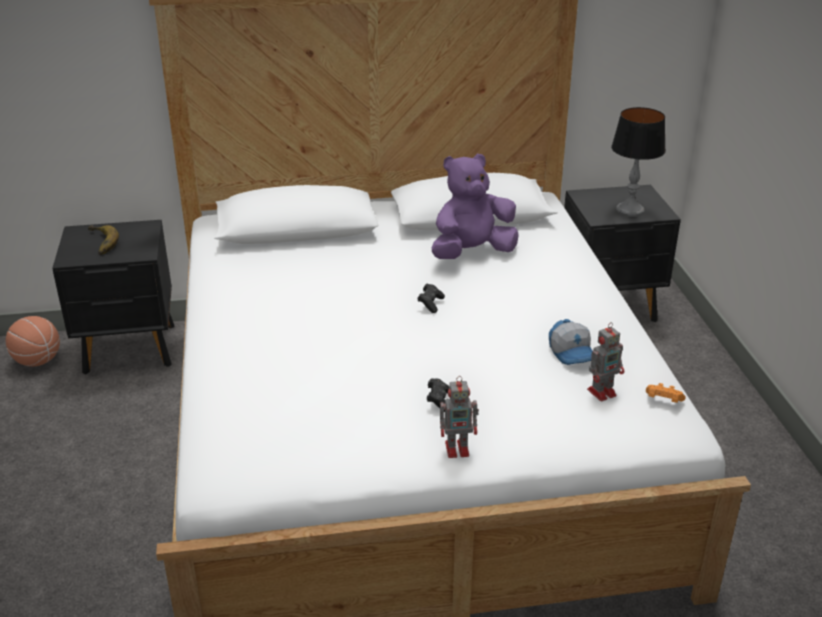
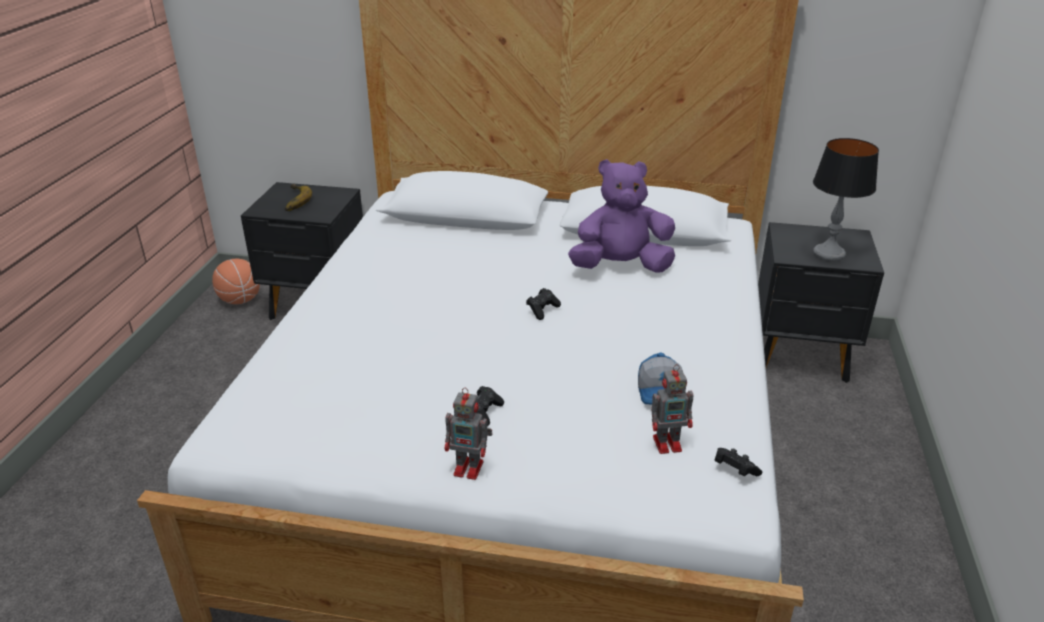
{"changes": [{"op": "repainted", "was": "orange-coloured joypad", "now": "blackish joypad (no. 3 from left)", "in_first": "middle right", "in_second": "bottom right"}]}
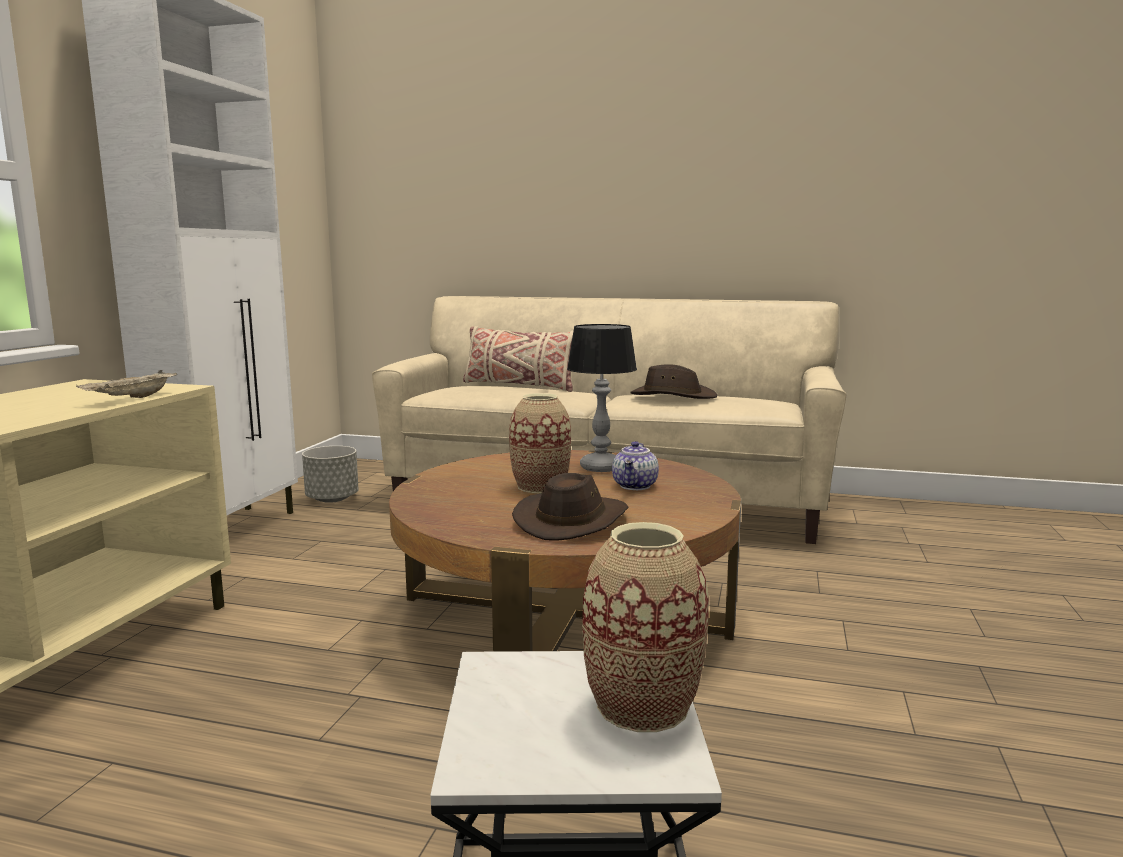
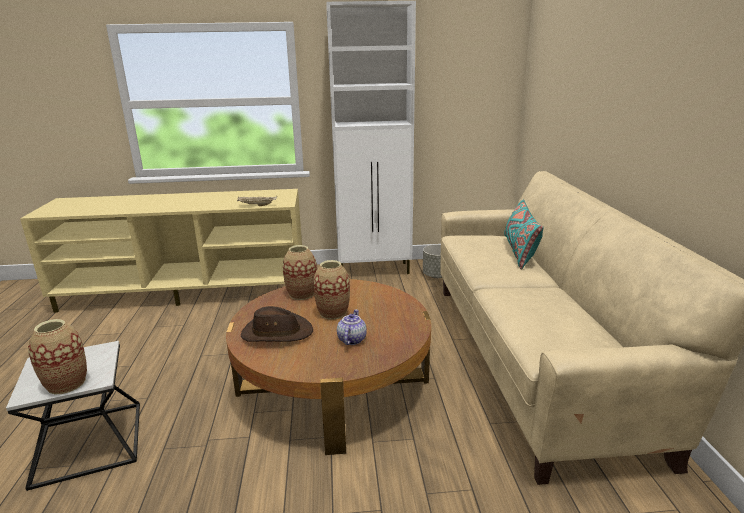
{"changes": [{"op": "gone", "was": "table lamp", "in_first": "centre"}, {"op": "repainted", "was": "beige-coloured throw pillow", "now": "turquoise throw pillow", "in_first": "centre", "in_second": "middle right"}, {"op": "gone", "was": "brown clothing hat (no. 2 from left)", "in_first": "centre"}, {"op": "rotated", "was": "tea pot", "in_first": "centre", "in_second": "centre", "clockwise": 105}, {"op": "new", "now": "decorative vase (no. 2 from left)", "in_second": "centre"}]}
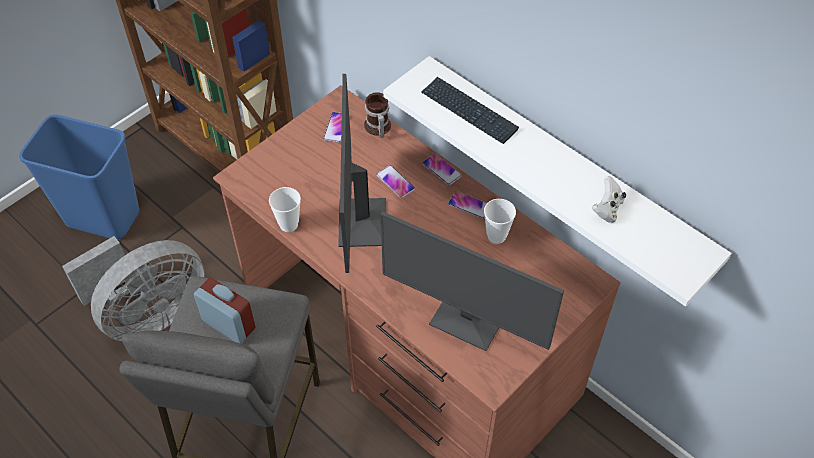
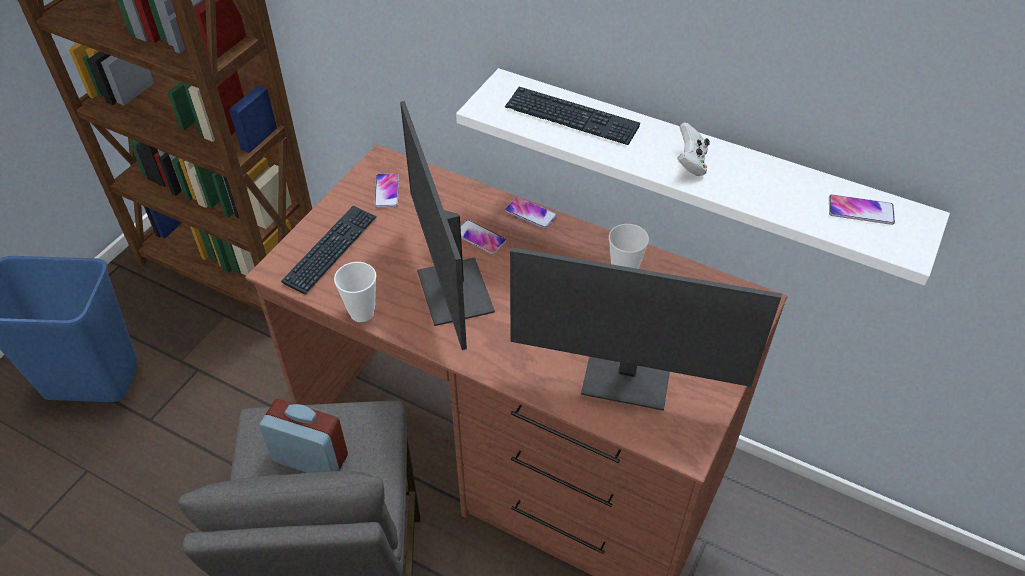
{"changes": [{"op": "gone", "was": "tea mug", "in_first": "top centre"}, {"op": "shifted", "was": "whitish joypad", "in_first": "middle right", "in_second": "top right"}, {"op": "shifted", "was": "phone (no. 4 from left)", "in_first": "centre", "in_second": "middle right"}, {"op": "gone", "was": "greyish electric fan", "in_first": "middle left"}, {"op": "new", "now": "computer keyboard (no. 1 from left)", "in_second": "middle left"}]}
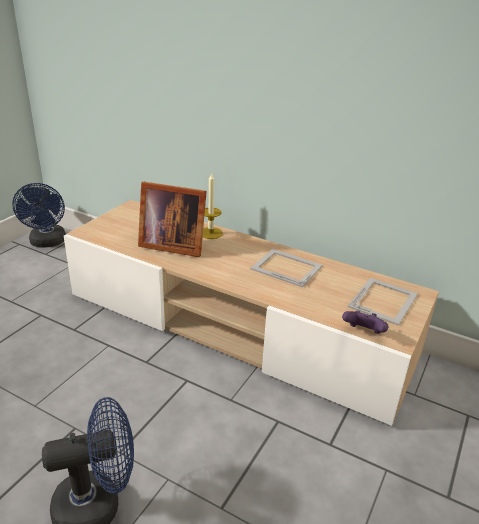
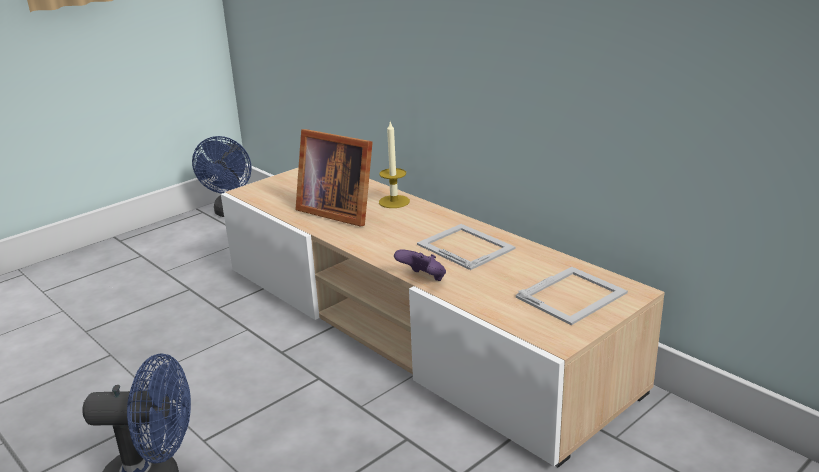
{"changes": [{"op": "shifted", "was": "purplish joypad", "in_first": "middle right", "in_second": "centre"}]}
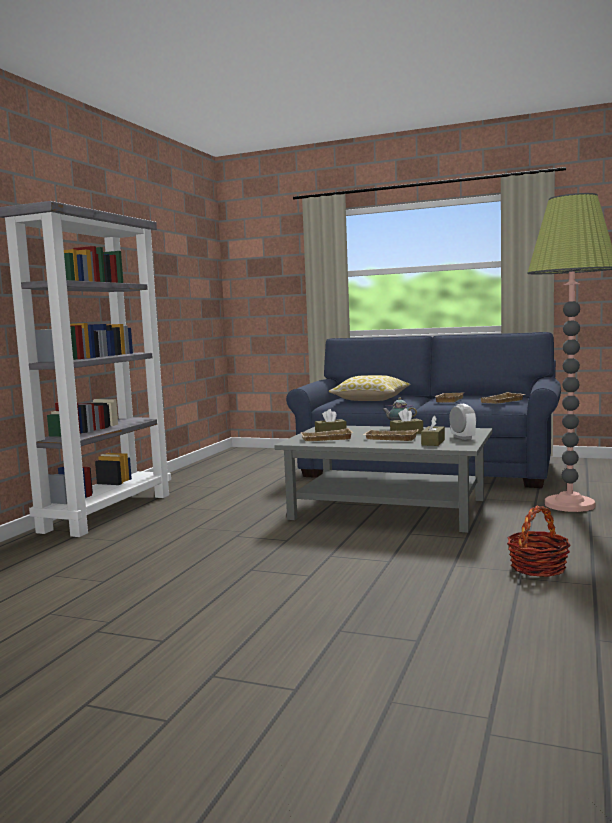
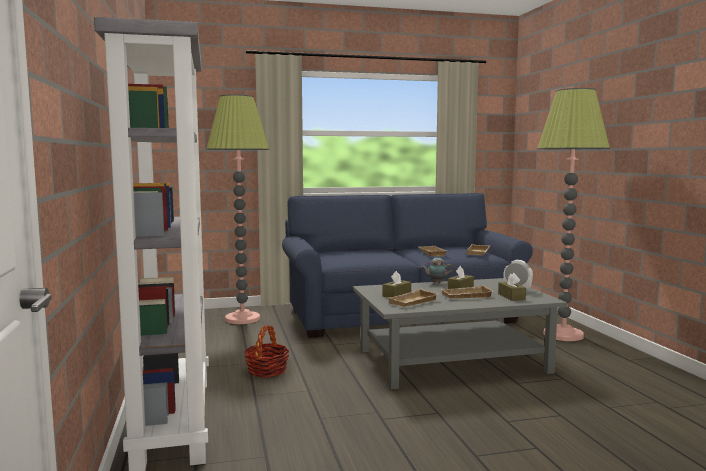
{"changes": [{"op": "gone", "was": "throw pillow", "in_first": "centre"}, {"op": "shifted", "was": "basket", "in_first": "middle right", "in_second": "bottom centre"}, {"op": "new", "now": "floor lamp (no. 1 from left)", "in_second": "centre"}]}
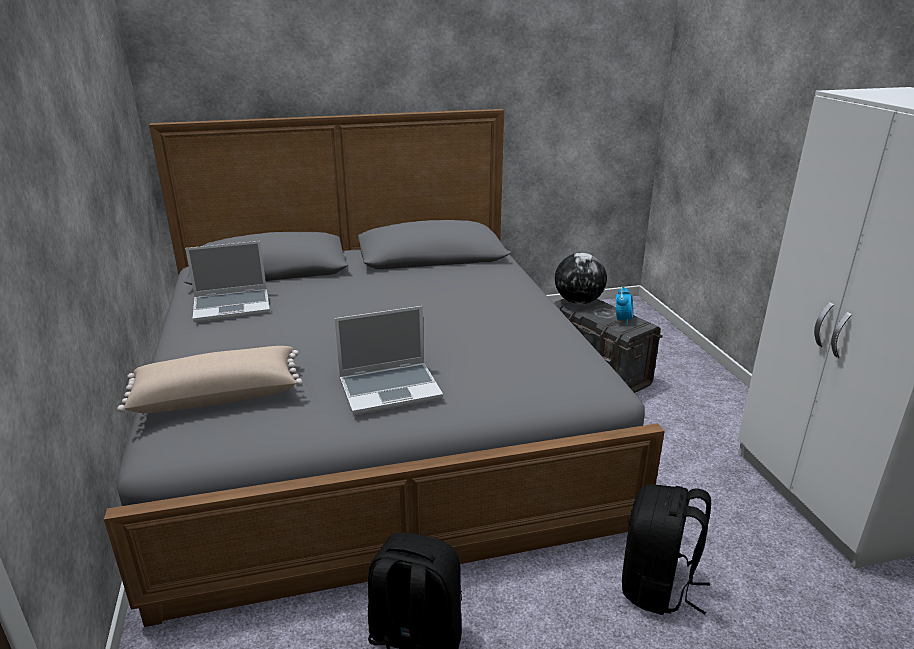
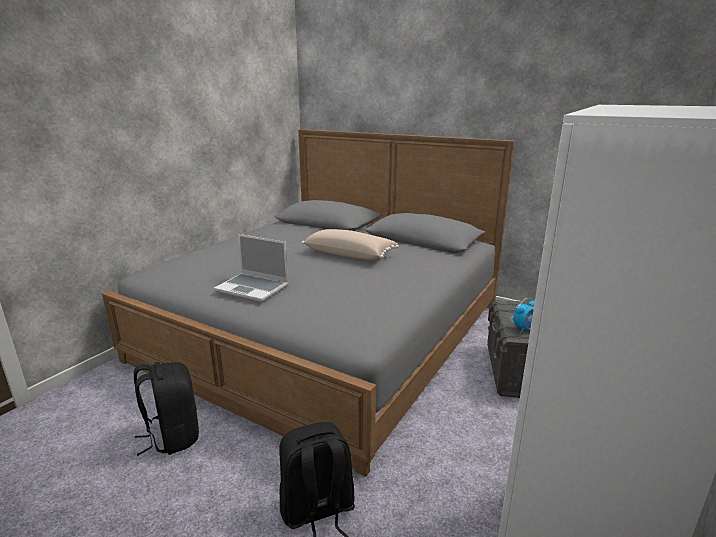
{"changes": [{"op": "gone", "was": "notebook computer (no. 1 from left)", "in_first": "middle left"}, {"op": "gone", "was": "world globe", "in_first": "centre"}, {"op": "shifted", "was": "beige-coloured throw pillow", "in_first": "middle left", "in_second": "centre"}]}
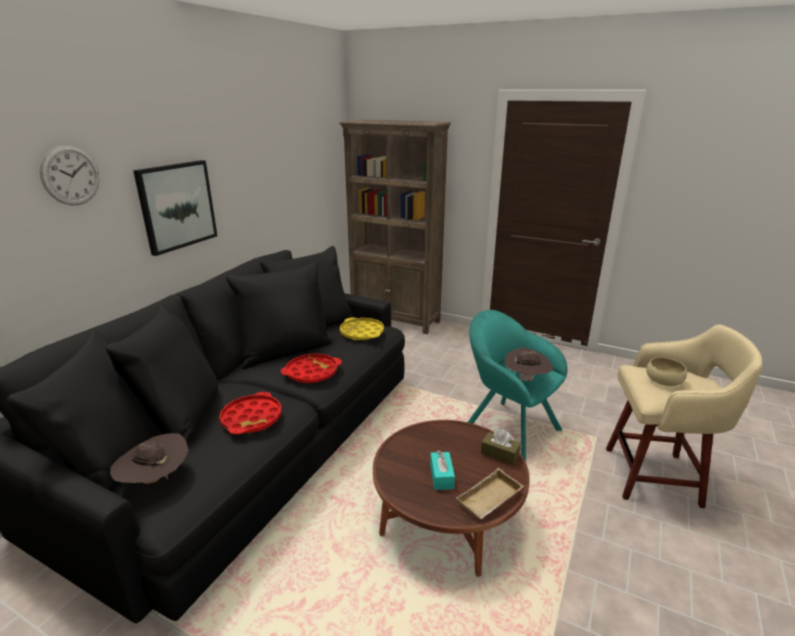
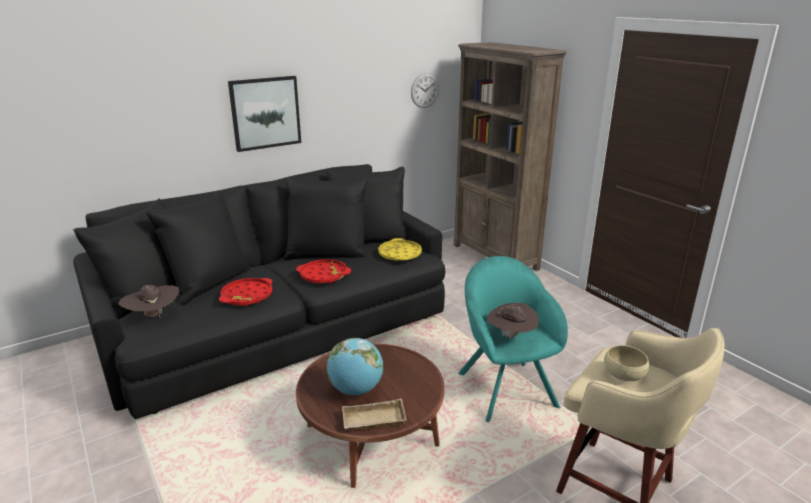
{"changes": [{"op": "shifted", "was": "hanging clock", "in_first": "top left", "in_second": "top centre"}, {"op": "gone", "was": "brown tissue box", "in_first": "bottom centre"}, {"op": "swapped", "was": "turquoise tissue box", "now": "world globe", "in_first": "bottom centre", "in_second": "bottom centre"}]}
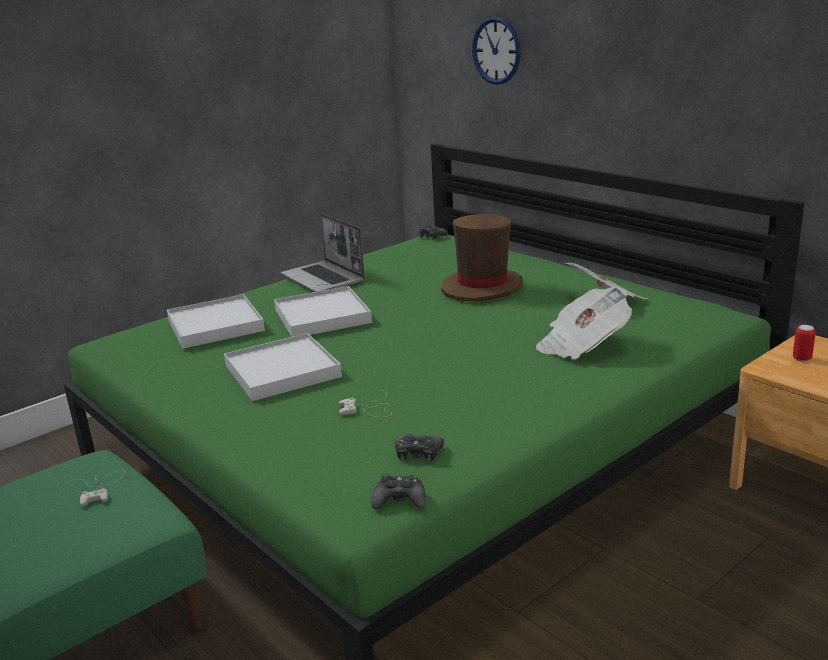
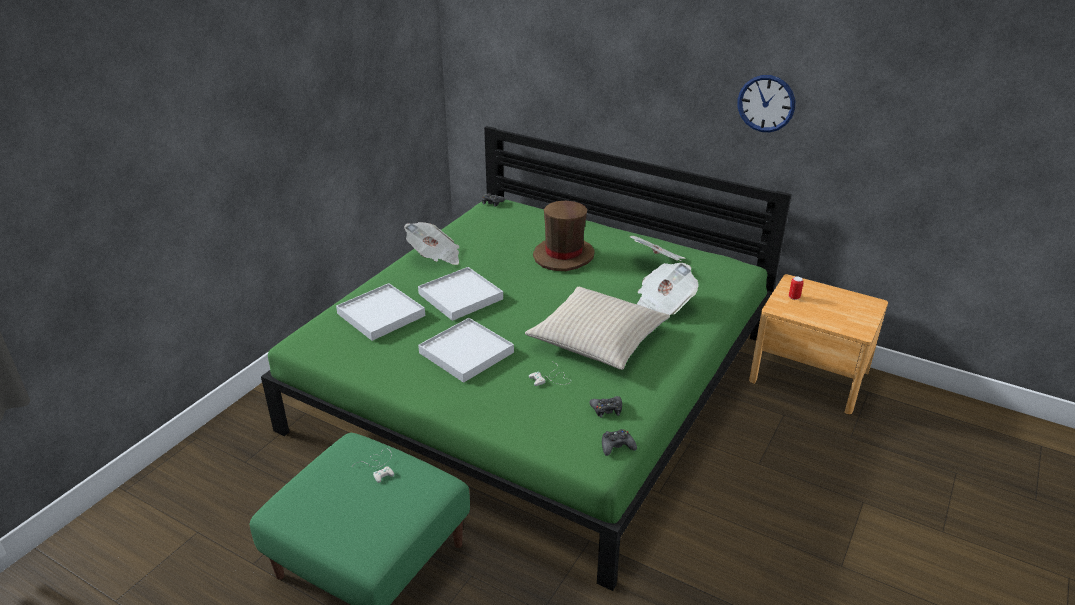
{"changes": [{"op": "shifted", "was": "hanging clock", "in_first": "top centre", "in_second": "top right"}, {"op": "swapped", "was": "notebook computer", "now": "newspaper (no. 1 from left)", "in_first": "centre", "in_second": "centre"}, {"op": "new", "now": "beige-coloured throw pillow", "in_second": "centre"}]}
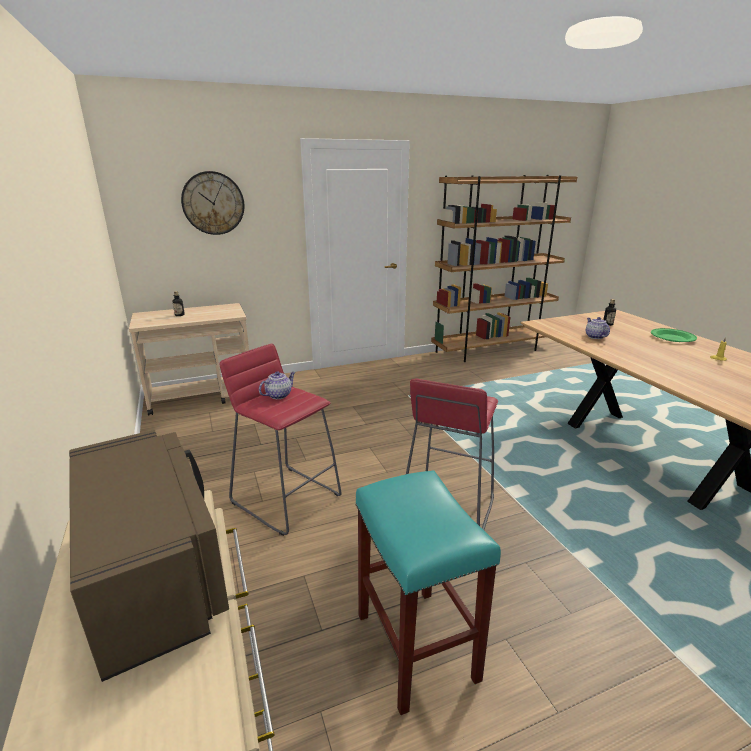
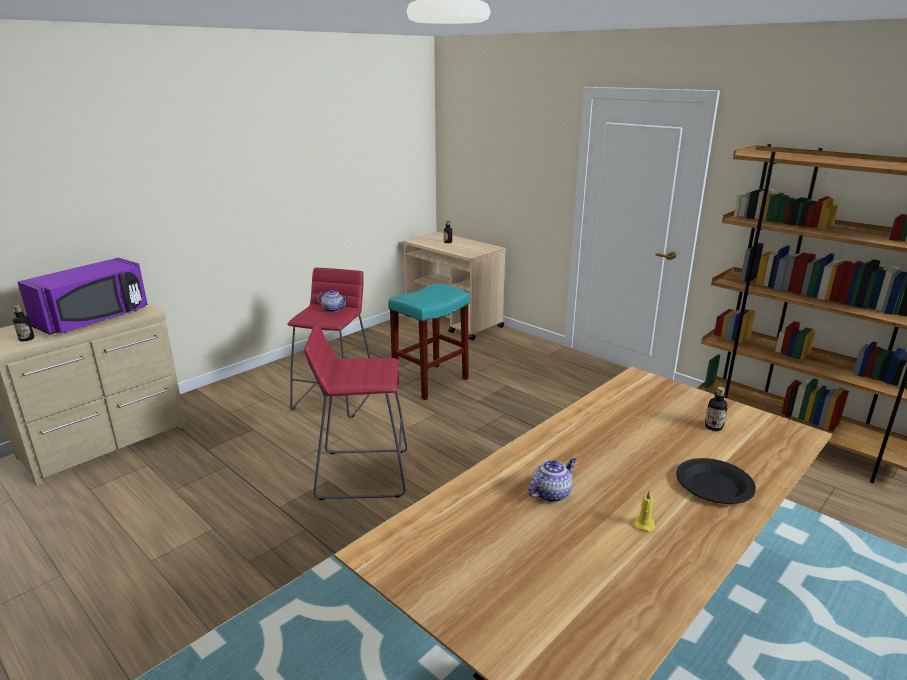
{"changes": [{"op": "gone", "was": "hanging clock", "in_first": "top left"}, {"op": "shifted", "was": "tea pot (no. 2 from left)", "in_first": "middle right", "in_second": "bottom centre"}, {"op": "repainted", "was": "green dinner plate", "now": "blackish dinner plate", "in_first": "middle right", "in_second": "bottom right"}, {"op": "repainted", "was": "brown microwave oven", "now": "purplish microwave oven", "in_first": "bottom left", "in_second": "middle left"}, {"op": "shifted", "was": "turquoise stool seat", "in_first": "bottom centre", "in_second": "centre"}, {"op": "new", "now": "drink bottle (no. 1 from left)", "in_second": "middle left"}]}
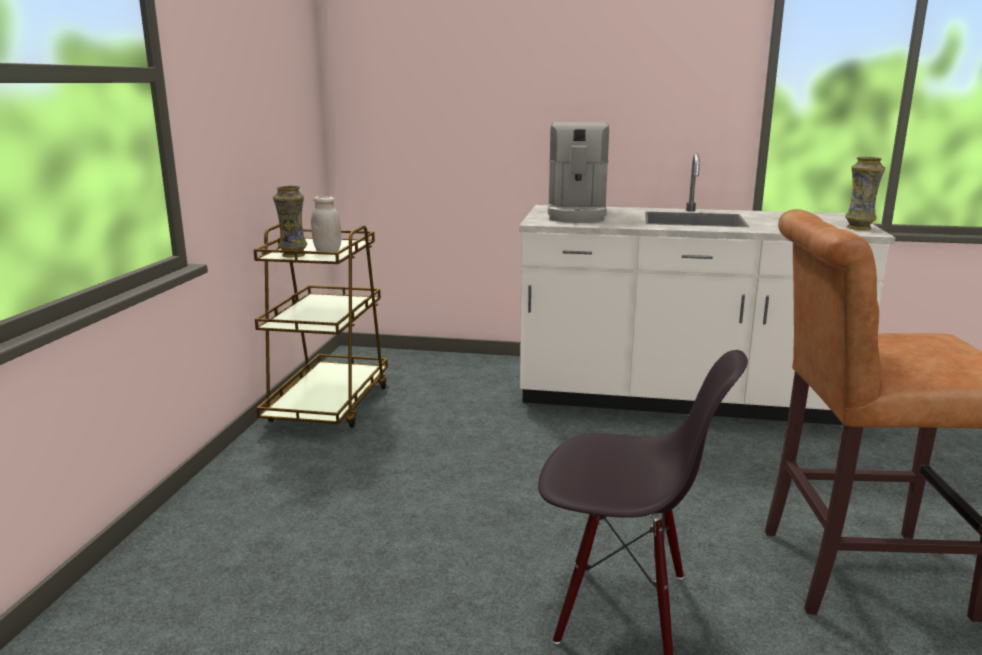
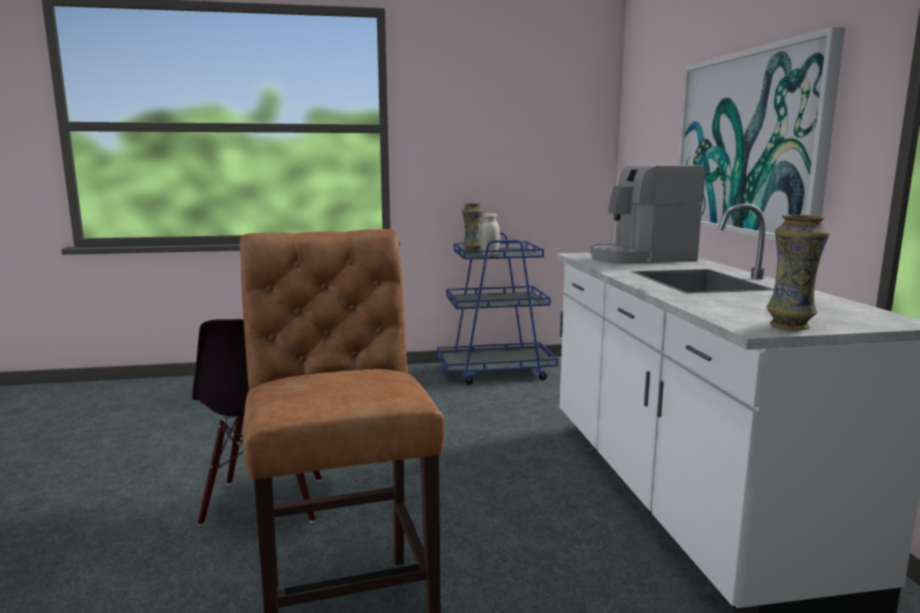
{"changes": [{"op": "repainted", "was": "brown cart", "now": "blue cart", "in_first": "middle left", "in_second": "centre"}, {"op": "new", "now": "wall picture", "in_second": "top right"}]}
